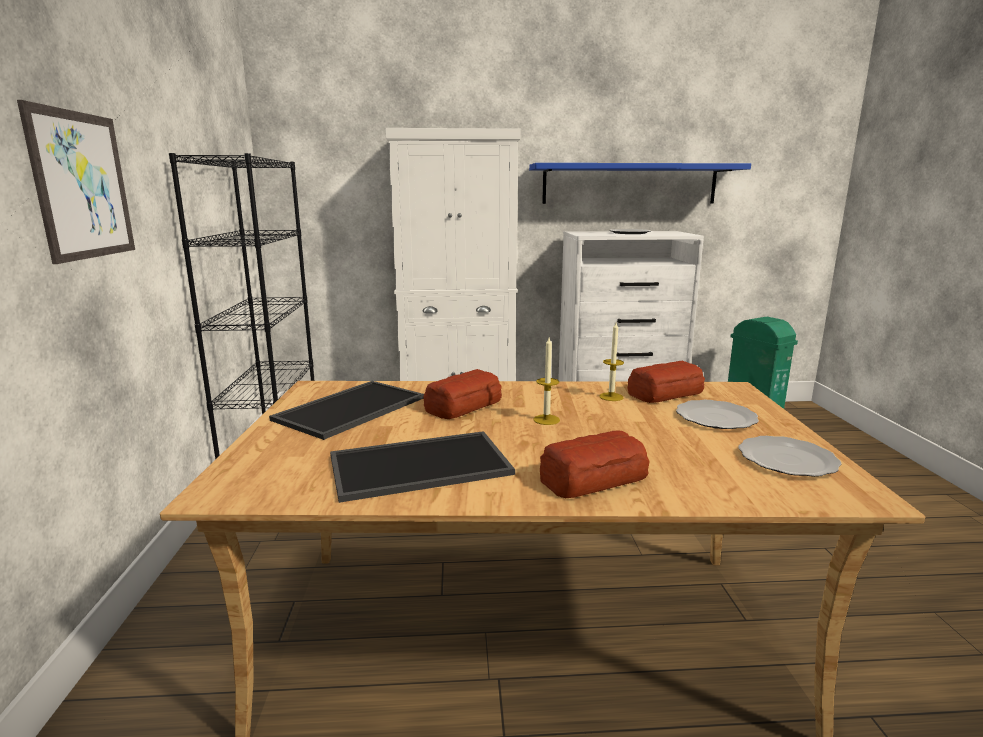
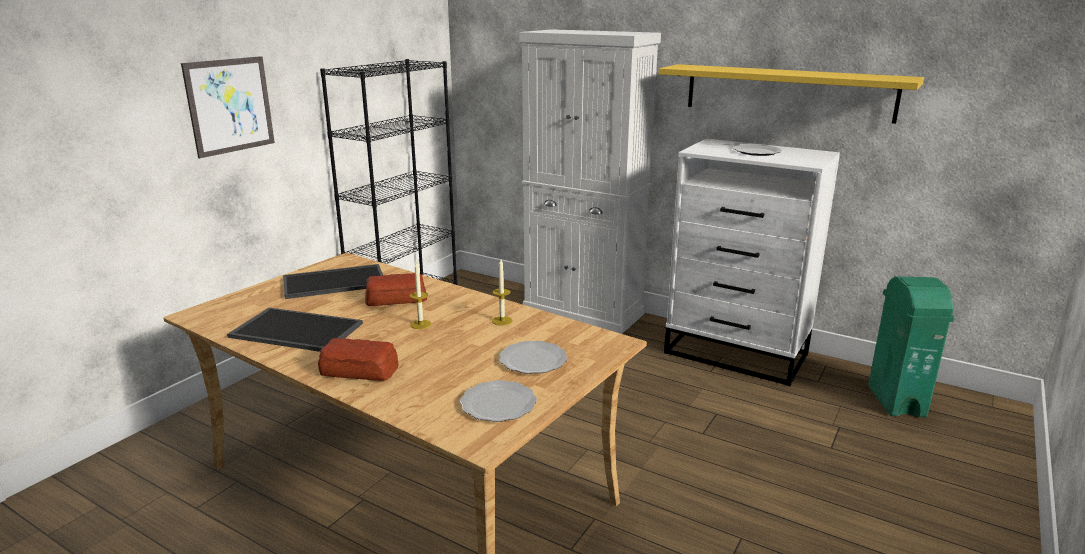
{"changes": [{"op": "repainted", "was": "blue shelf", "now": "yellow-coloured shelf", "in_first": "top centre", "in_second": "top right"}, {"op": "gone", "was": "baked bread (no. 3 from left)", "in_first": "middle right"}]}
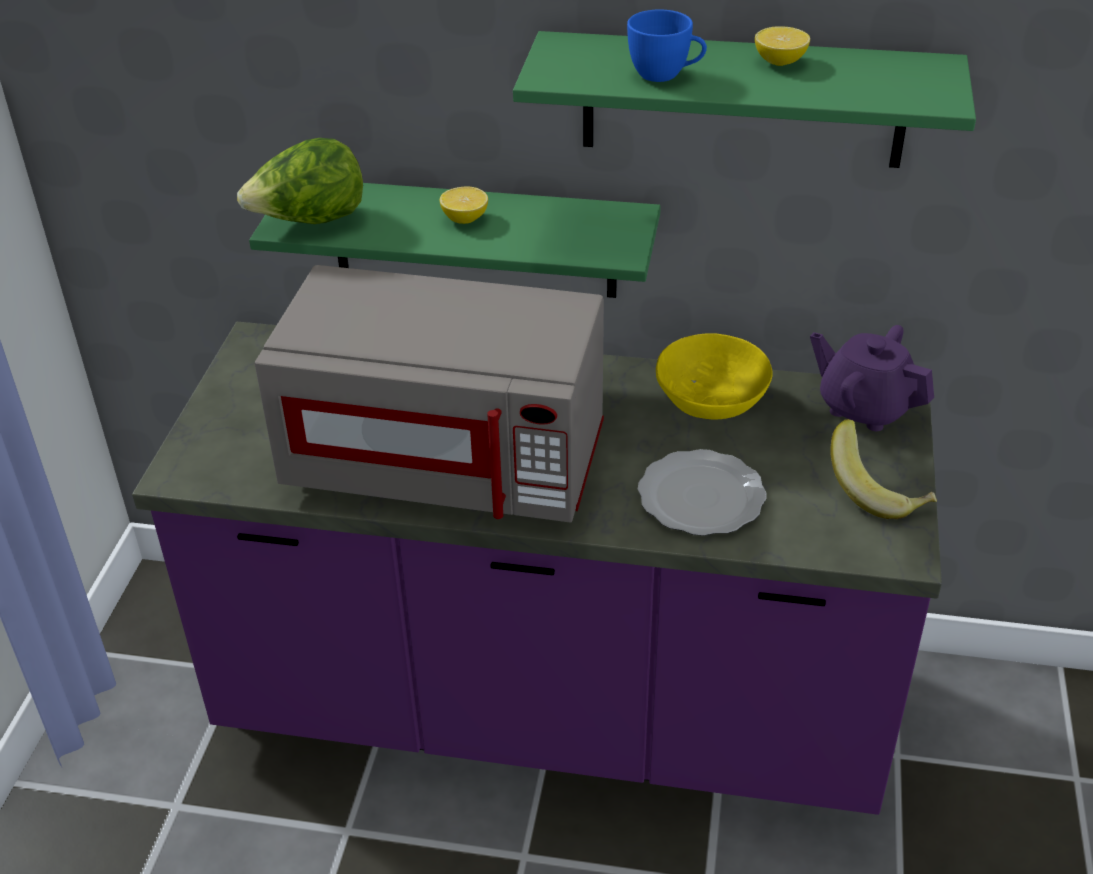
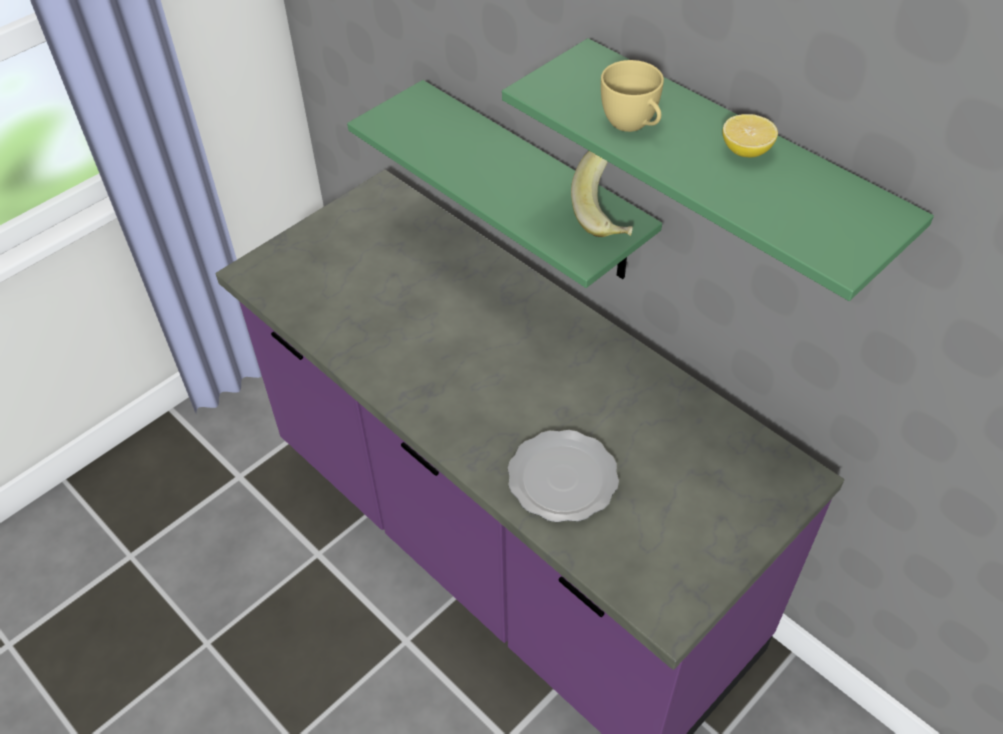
{"changes": [{"op": "repainted", "was": "blue drinking cup", "now": "yellow-coloured drinking cup", "in_first": "top centre", "in_second": "top centre"}, {"op": "gone", "was": "lettuce head", "in_first": "top left"}, {"op": "gone", "was": "citrus fruit (no. 1 from left)", "in_first": "top centre"}, {"op": "gone", "was": "greyish microwave oven", "in_first": "centre"}, {"op": "gone", "was": "purplish tea pot", "in_first": "middle right"}, {"op": "gone", "was": "yellow-coloured serving bowl", "in_first": "centre"}, {"op": "shifted", "was": "banana fruit", "in_first": "middle right", "in_second": "top centre"}]}
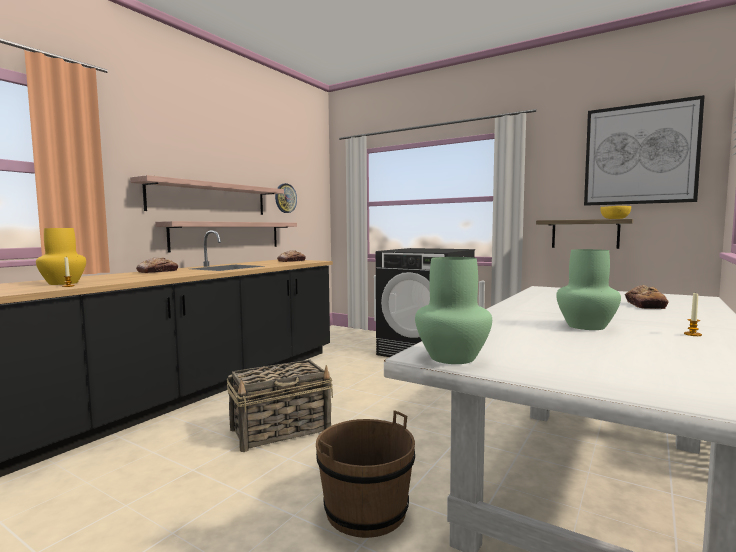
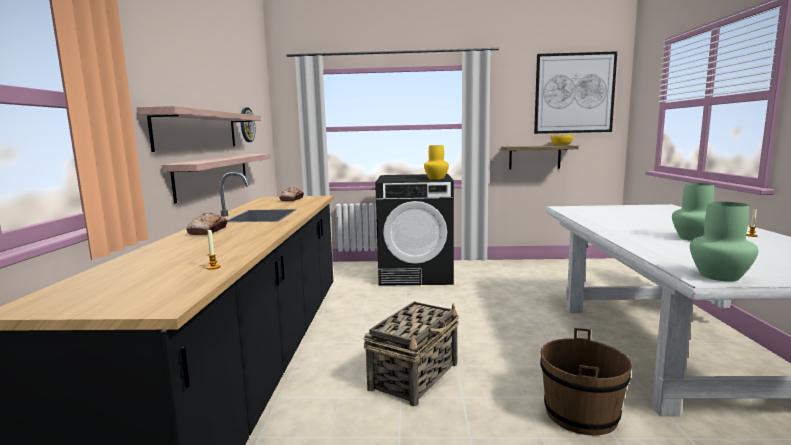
{"changes": [{"op": "shifted", "was": "yellow-coloured decorative vase", "in_first": "middle left", "in_second": "centre"}, {"op": "gone", "was": "baked bread (no. 3 from left)", "in_first": "middle right"}]}
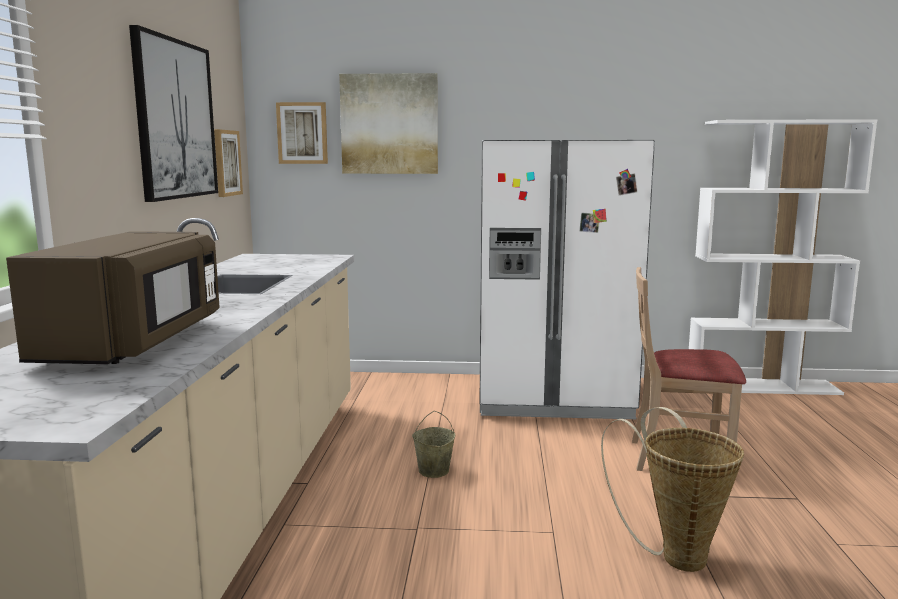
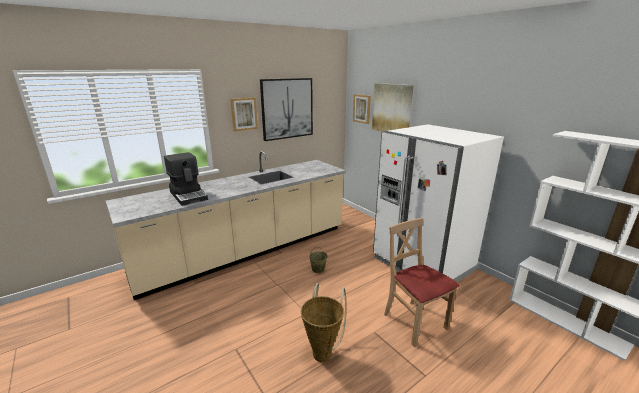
{"changes": [{"op": "shifted", "was": "wall picture (no. 2 from left in the first image)", "now": "wall picture (no. 1 from left)", "in_first": "top left", "in_second": "top centre"}, {"op": "swapped", "was": "brown microwave oven", "now": "coffee brewer", "in_first": "middle left", "in_second": "middle left"}]}
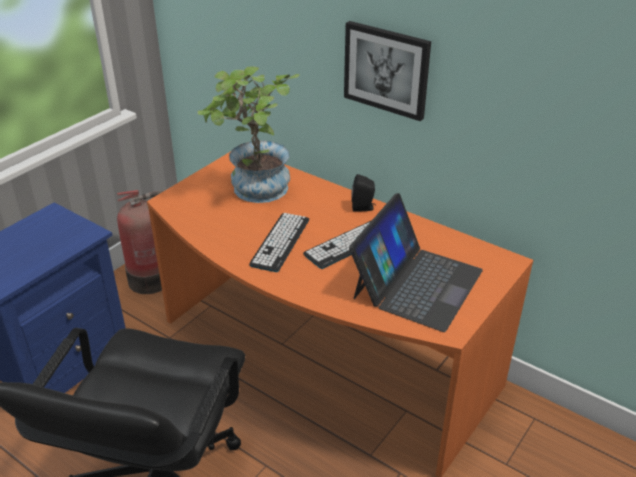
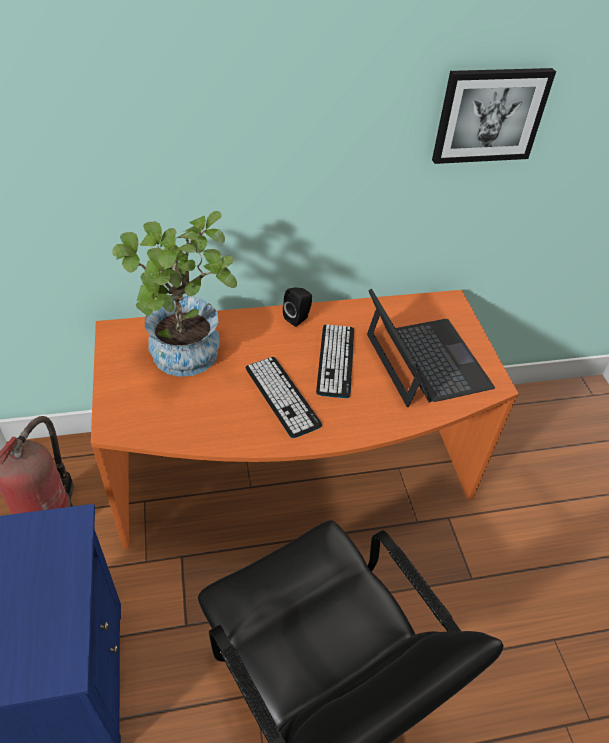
{"changes": [{"op": "shifted", "was": "wall picture", "in_first": "top centre", "in_second": "top right"}]}
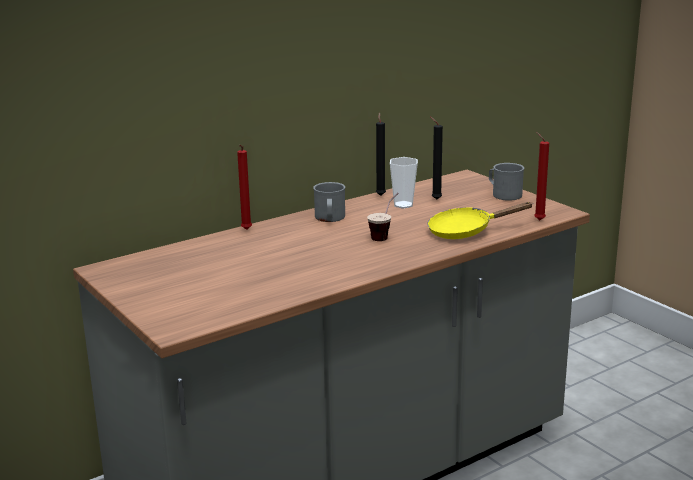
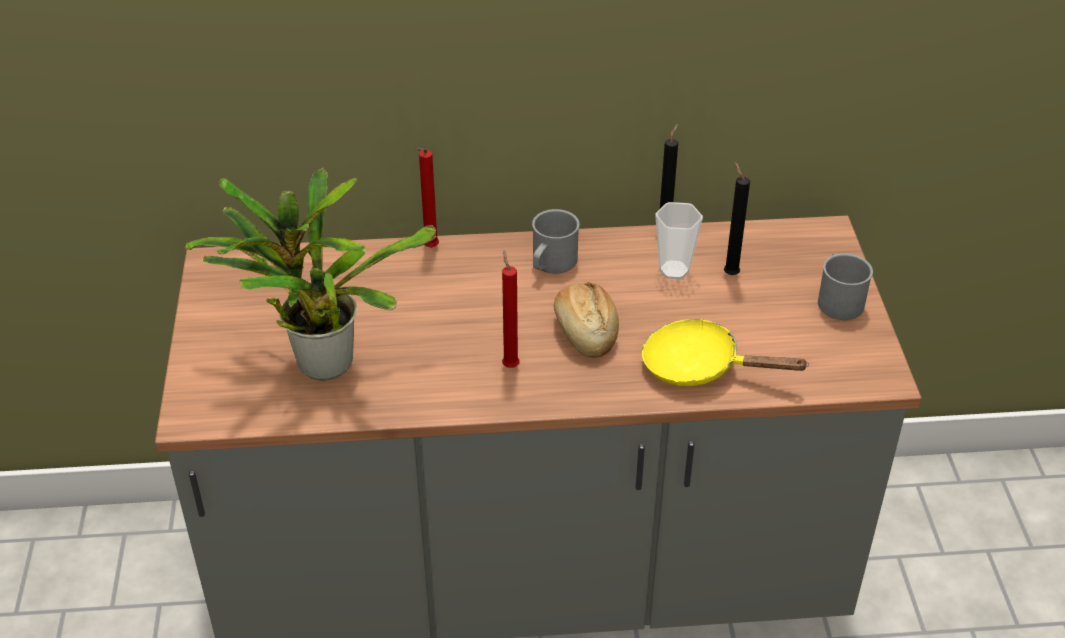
{"changes": [{"op": "shifted", "was": "reddish wax light (no. 2 from left)", "in_first": "middle right", "in_second": "centre"}, {"op": "swapped", "was": "drinking cup (no. 1 from left)", "now": "baked bread", "in_first": "centre", "in_second": "centre"}, {"op": "new", "now": "potted plant", "in_second": "middle left"}]}
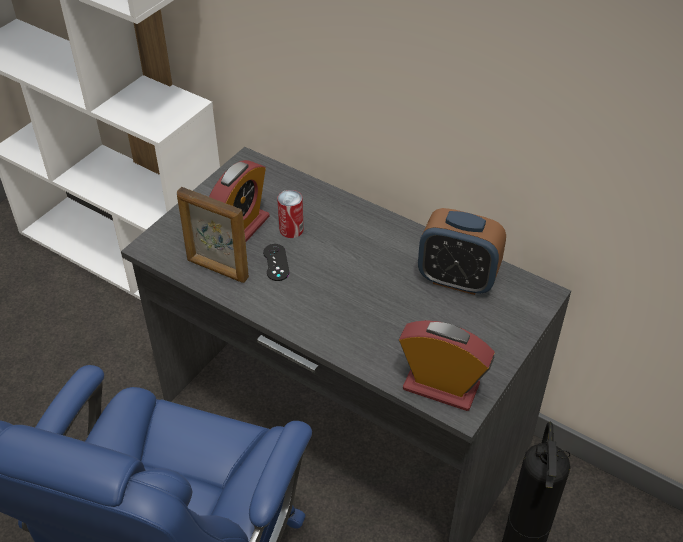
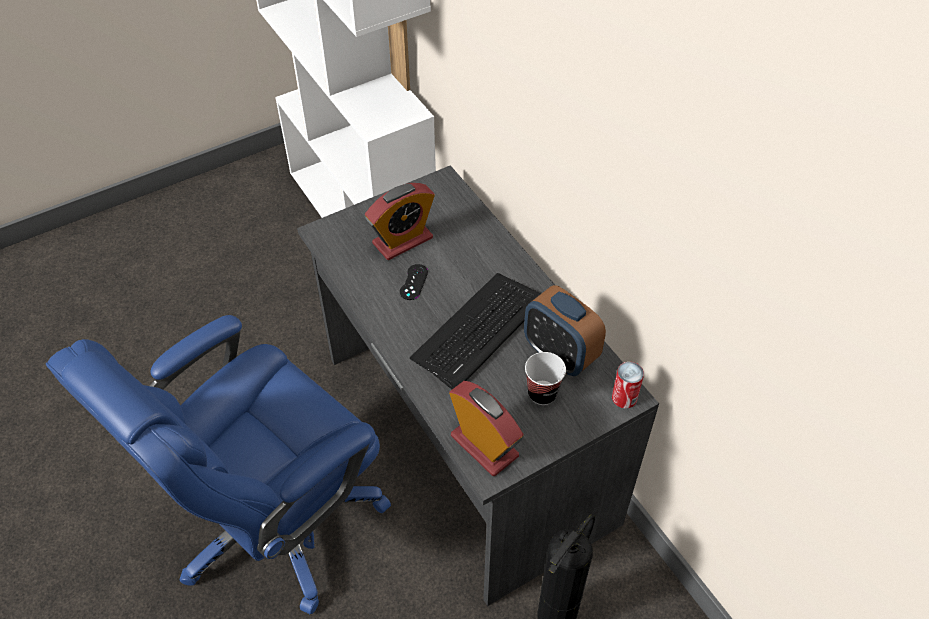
{"changes": [{"op": "gone", "was": "standing frame", "in_first": "middle left"}, {"op": "shifted", "was": "can", "in_first": "centre", "in_second": "middle right"}, {"op": "new", "now": "computer keyboard", "in_second": "centre"}, {"op": "new", "now": "drinking cup", "in_second": "centre"}]}
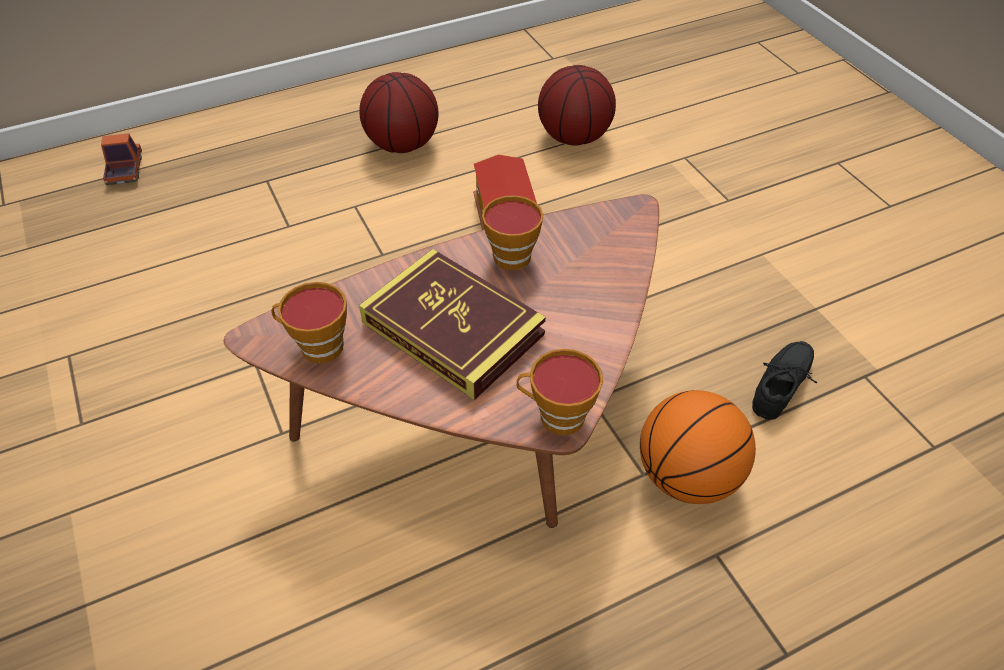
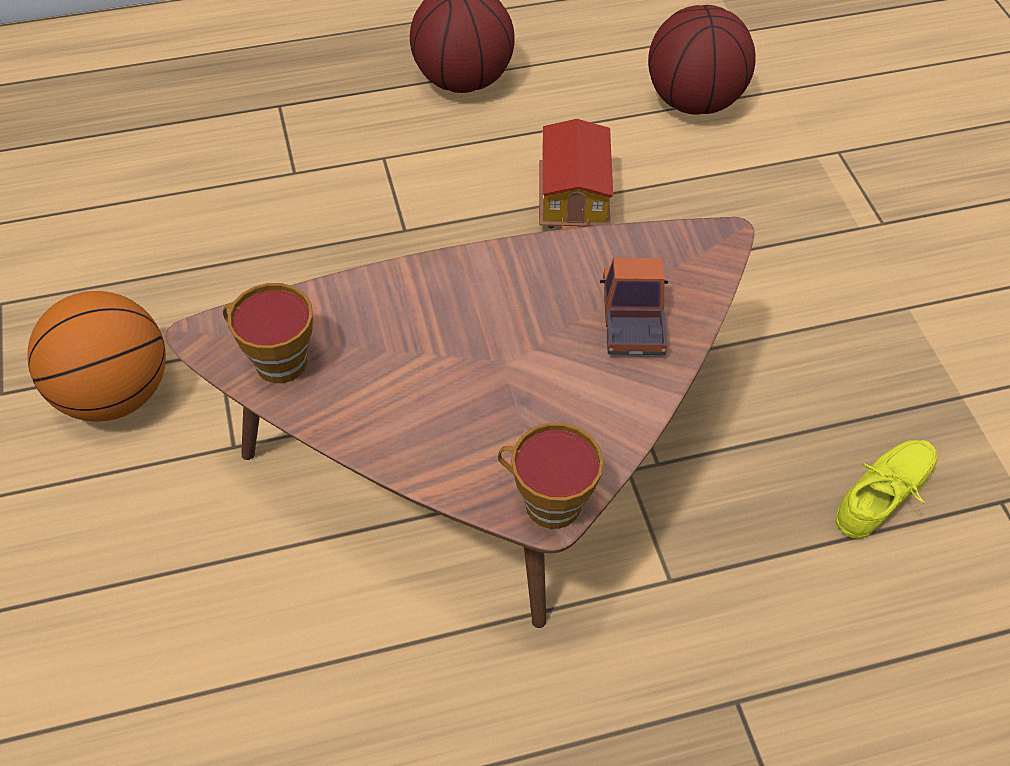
{"changes": [{"op": "shifted", "was": "model truck", "in_first": "top left", "in_second": "centre"}, {"op": "gone", "was": "drinking cup (no. 2 from left)", "in_first": "centre"}, {"op": "gone", "was": "bound book", "in_first": "centre"}, {"op": "repainted", "was": "blackish item of footwear", "now": "yellow-coloured item of footwear", "in_first": "middle right", "in_second": "middle right"}, {"op": "shifted", "was": "basketball ball (no. 3 from left in the first image)", "now": "basketball ball (no. 1 from left)", "in_first": "bottom right", "in_second": "middle left"}]}
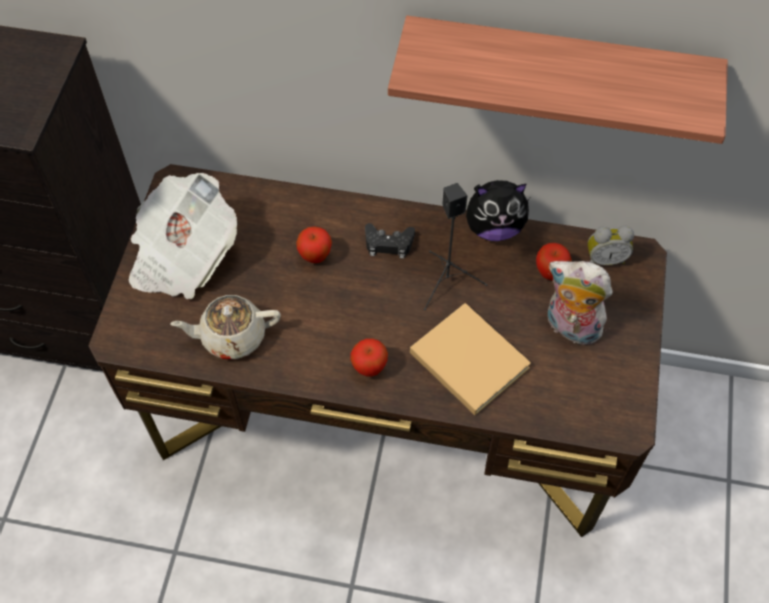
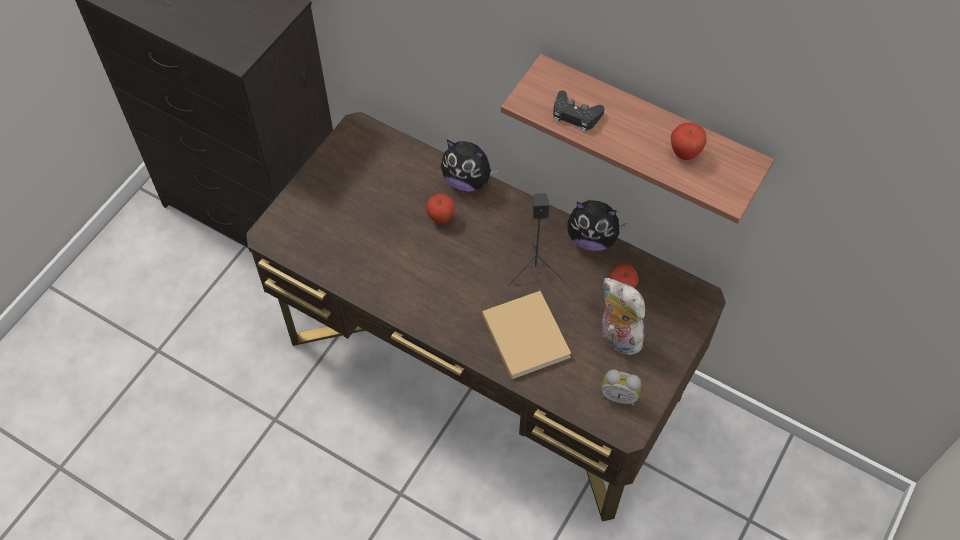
{"changes": [{"op": "gone", "was": "newspaper", "in_first": "middle left"}, {"op": "shifted", "was": "blackish joypad", "in_first": "centre", "in_second": "top centre"}, {"op": "shifted", "was": "bedside clock", "in_first": "middle right", "in_second": "bottom centre"}, {"op": "gone", "was": "beige-coloured tea pot", "in_first": "middle left"}, {"op": "shifted", "was": "whole apple (no. 2 from left in the first image)", "now": "whole apple (no. 3 from left)", "in_first": "centre", "in_second": "top right"}, {"op": "new", "now": "plush toy (no. 1 from left)", "in_second": "top centre"}]}
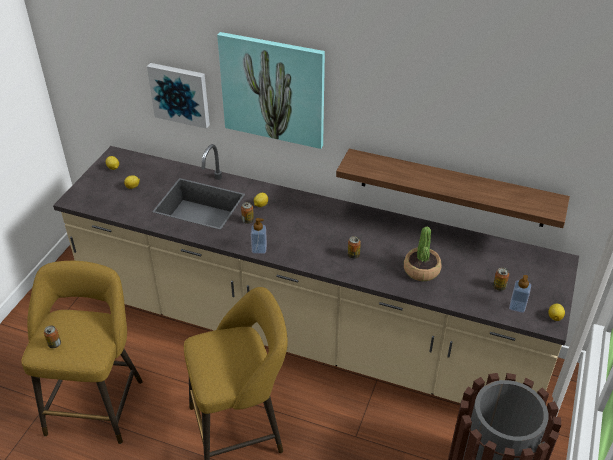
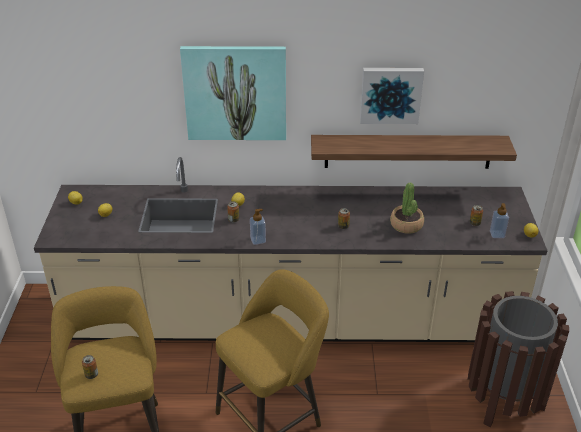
{"changes": [{"op": "shifted", "was": "wall picture (no. 1 from left in the first image)", "now": "wall picture (no. 2 from left)", "in_first": "top left", "in_second": "top right"}]}
